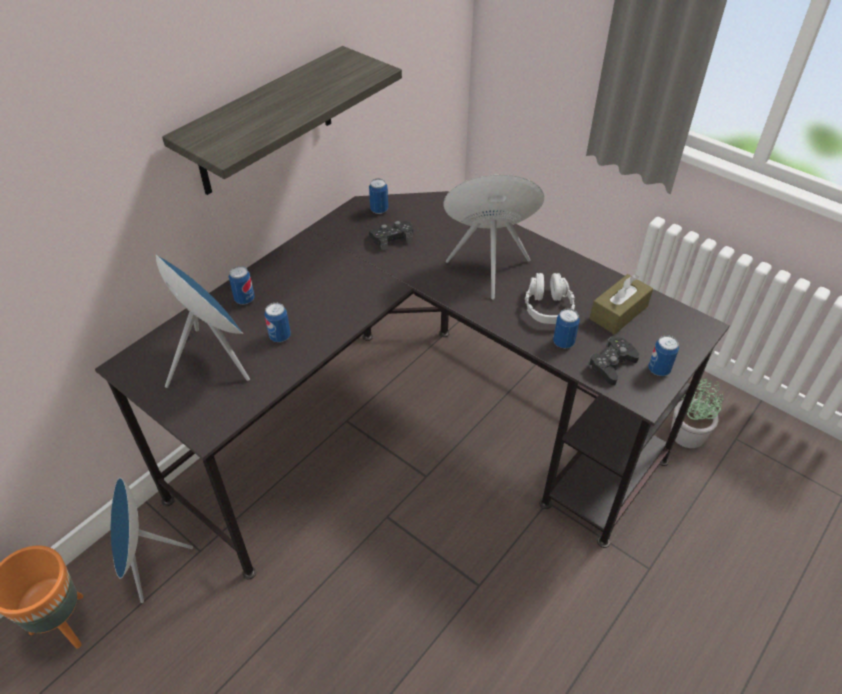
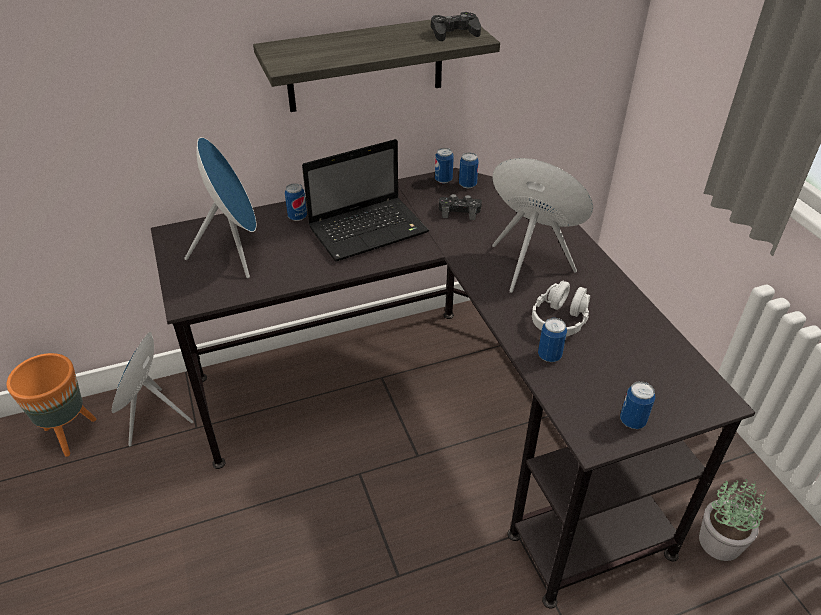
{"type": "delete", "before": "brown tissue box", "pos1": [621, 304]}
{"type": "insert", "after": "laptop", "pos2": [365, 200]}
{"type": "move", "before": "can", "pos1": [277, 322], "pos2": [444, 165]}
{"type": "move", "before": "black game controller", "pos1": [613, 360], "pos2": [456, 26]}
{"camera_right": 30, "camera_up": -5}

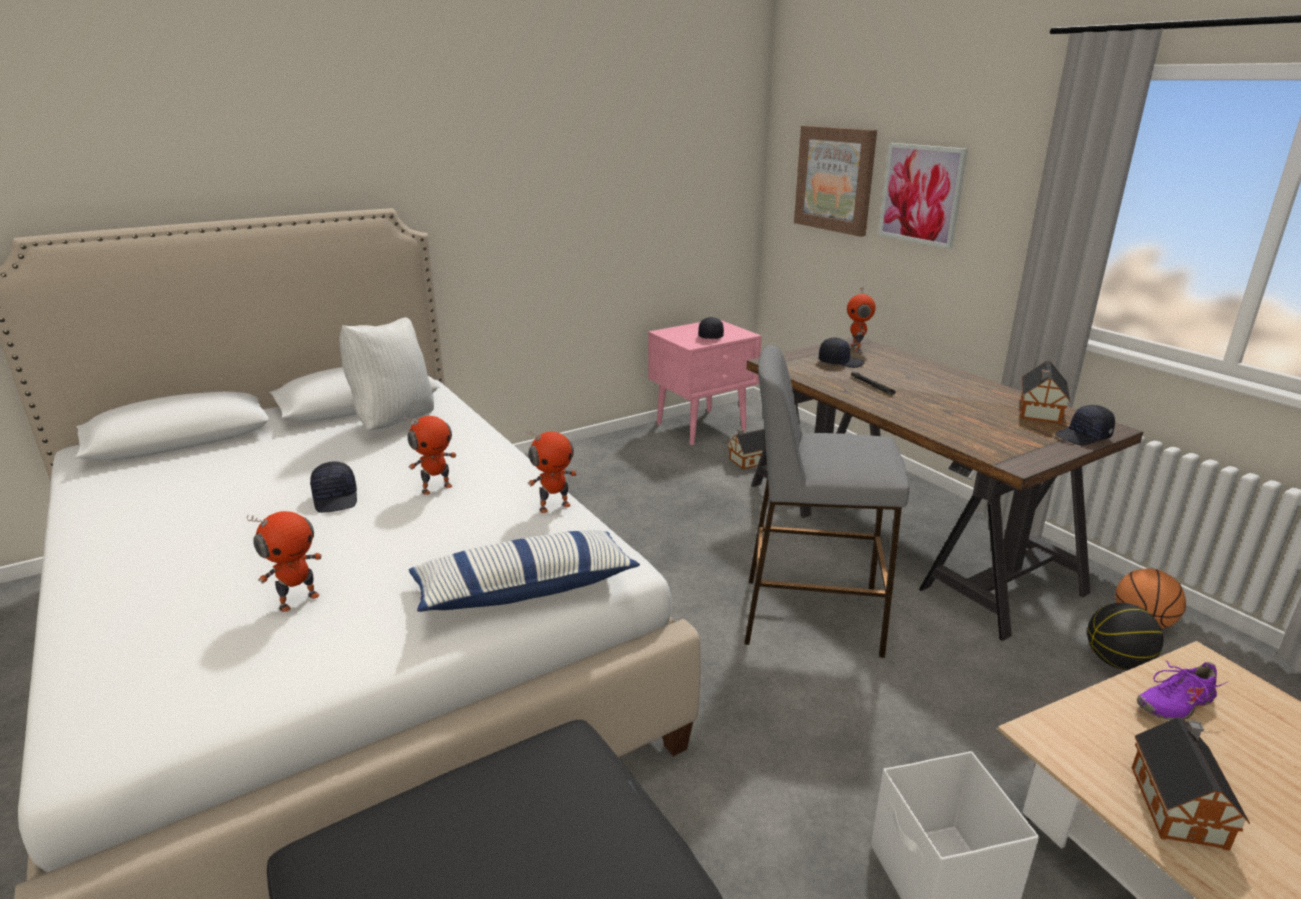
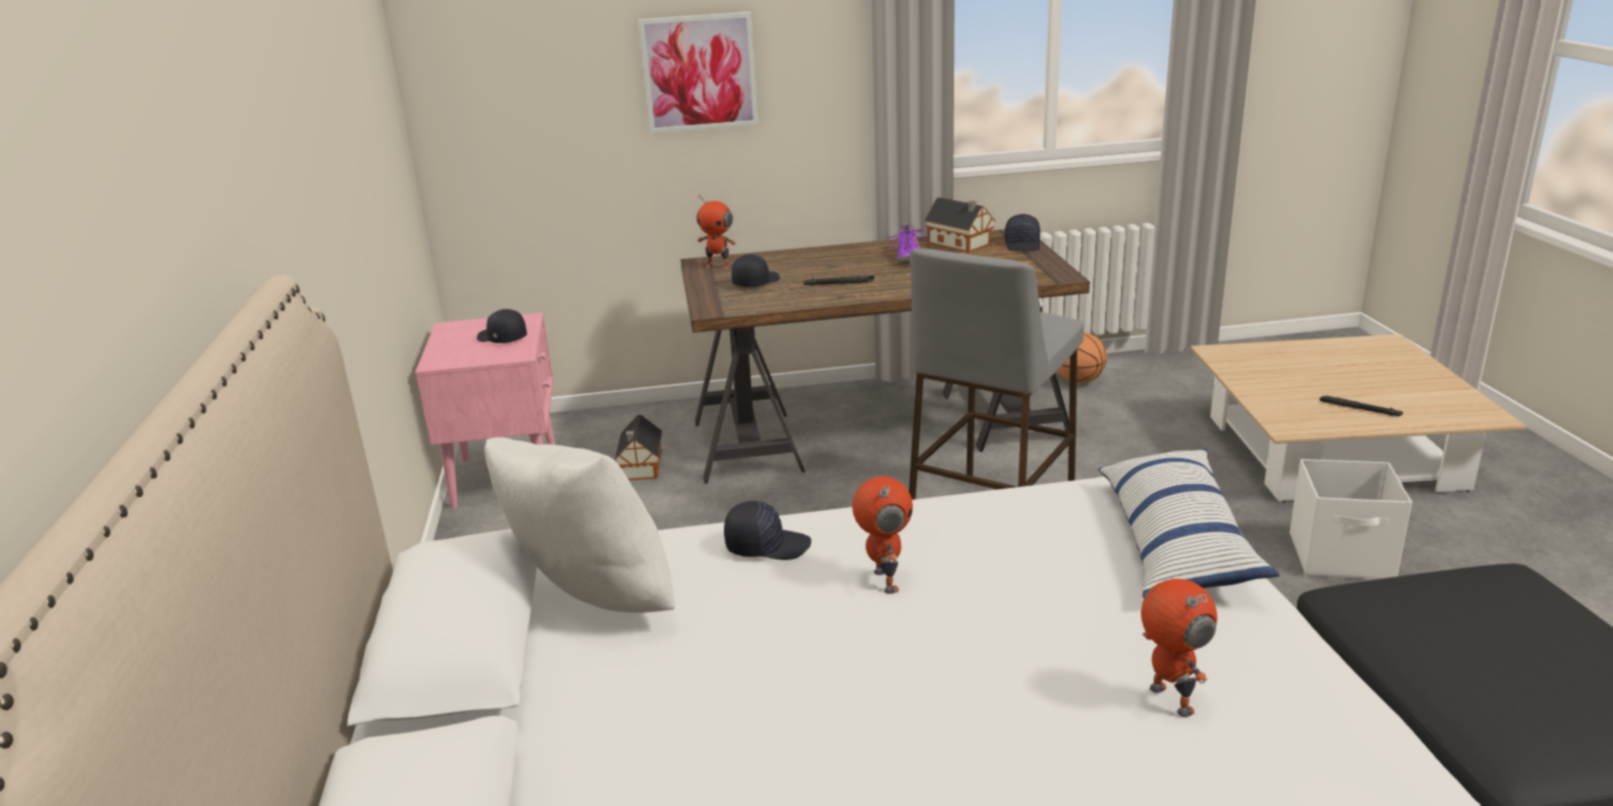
{"type": "delete", "before": "toy robot", "pos1": [552, 471]}
{"type": "delete", "before": "picture", "pos1": [835, 181]}
{"type": "delete", "before": "basketball", "pos1": [1125, 636]}
{"type": "move", "before": "black cap", "pos1": [333, 487], "pos2": [767, 530]}
{"type": "move", "before": "purple shoe", "pos1": [1181, 690], "pos2": [908, 243]}
{"type": "replace", "before": "toy house", "after": "black flashlight", "pos1": [1191, 784], "pos2": [1361, 406]}
{"camera_right": -65, "camera_up": 0}

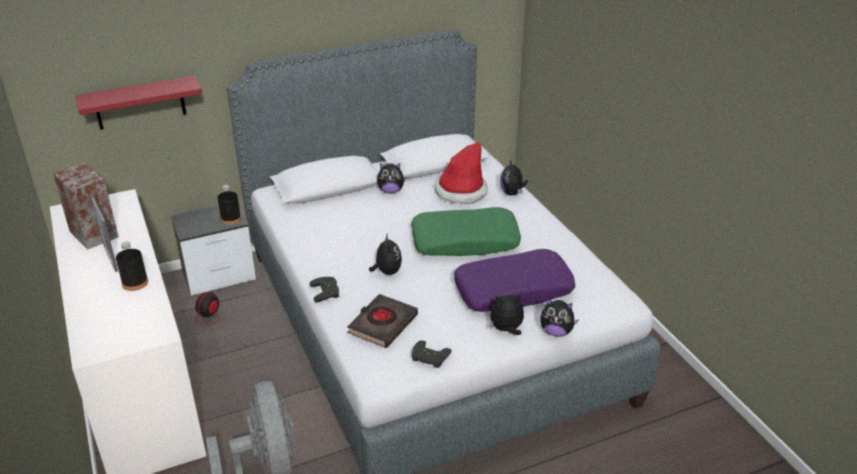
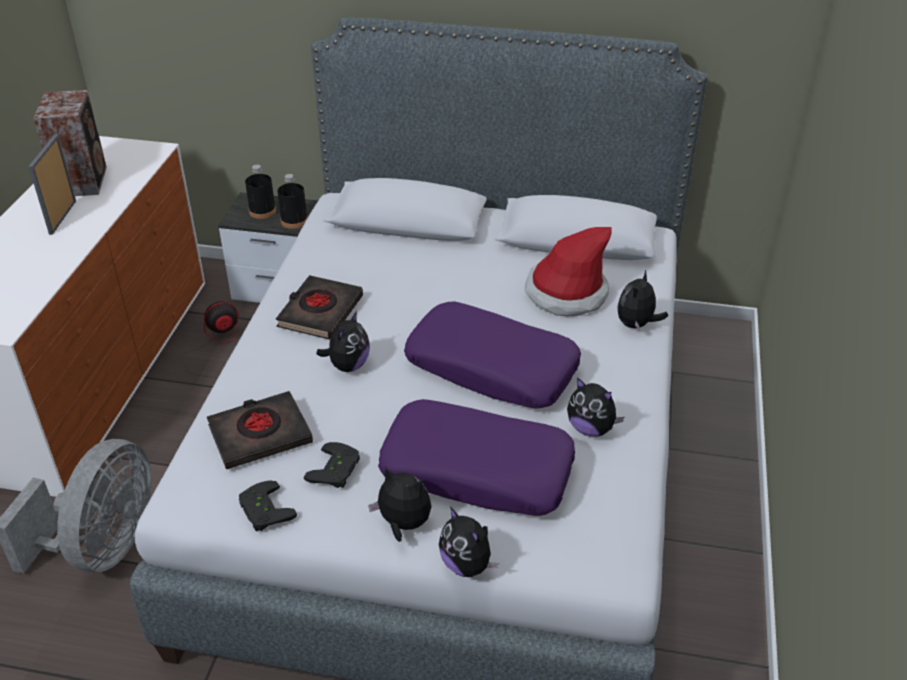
{"type": "delete", "before": "red shelf", "pos1": [139, 103]}
{"type": "insert", "after": "black book", "pos2": [319, 307]}
{"type": "move", "before": "black bottle", "pos1": [132, 266], "pos2": [260, 192]}
{"type": "move", "before": "black game controller", "pos1": [324, 289], "pos2": [332, 465]}
{"type": "move", "before": "plush toy", "pos1": [391, 178], "pos2": [595, 407]}
{"type": "recolor", "before": "green pillow", "after": "purple pillow", "pos1": [466, 231], "pos2": [492, 354]}
{"camera_right": 35, "camera_up": 5}

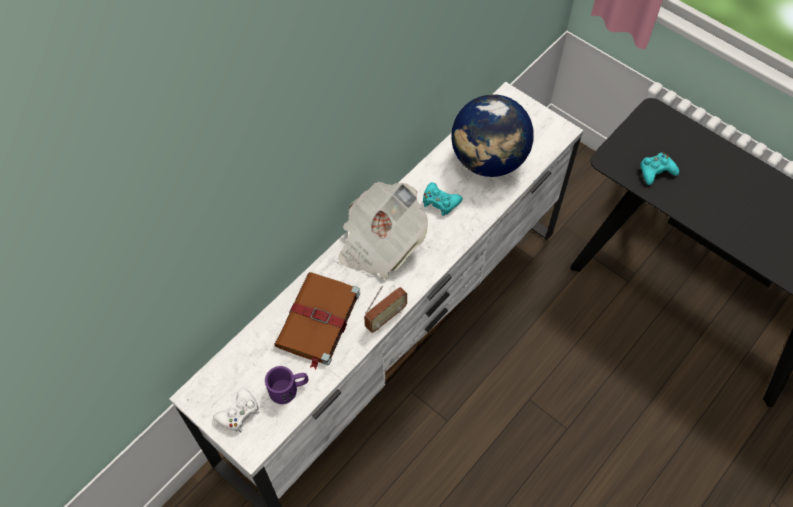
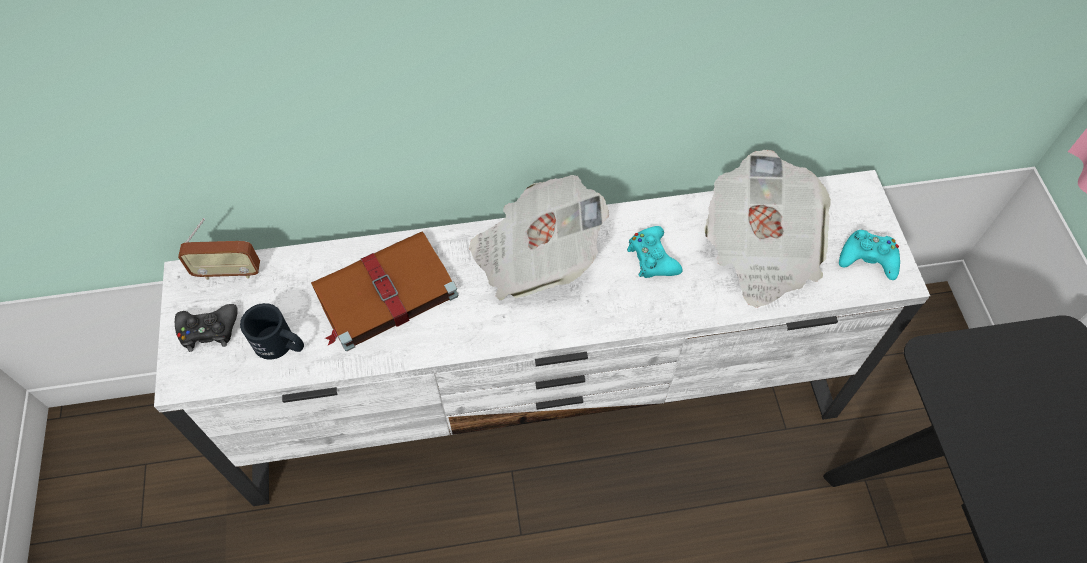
{"type": "move", "before": "radio", "pos1": [385, 309], "pos2": [219, 249]}
{"type": "move", "before": "turquoise game controller", "pos1": [659, 169], "pos2": [869, 255]}
{"type": "replace", "before": "globe", "after": "newspaper", "pos1": [492, 135], "pos2": [767, 229]}
{"type": "recolor", "before": "white game controller", "after": "black game controller", "pos1": [236, 409], "pos2": [206, 328]}
{"type": "recolor", "before": "purple mug", "after": "black mug", "pos1": [286, 385], "pos2": [272, 331]}
{"camera_right": 40, "camera_up": 0}

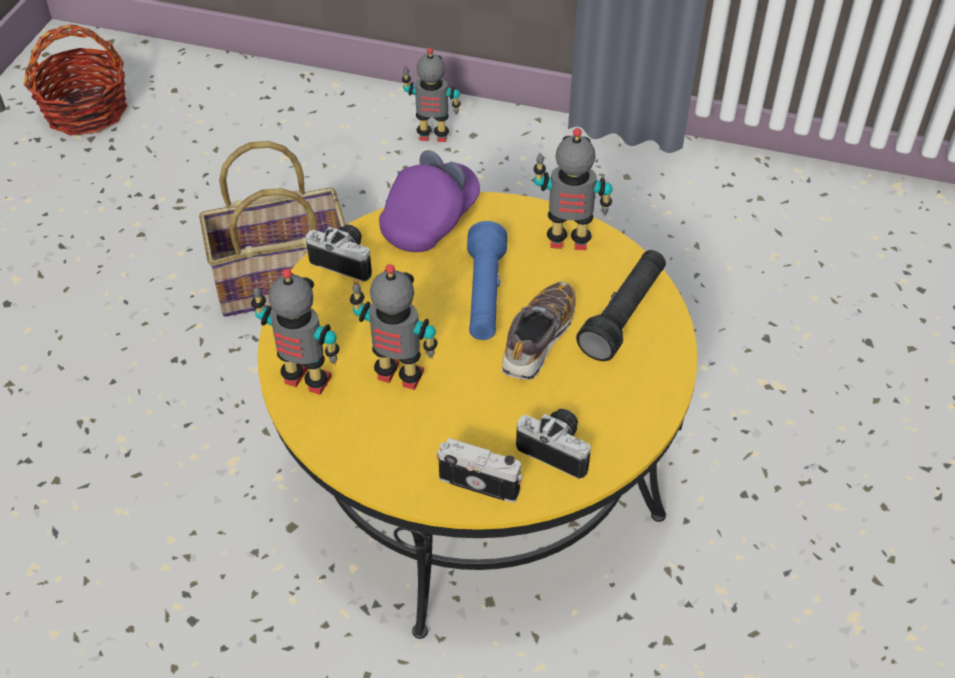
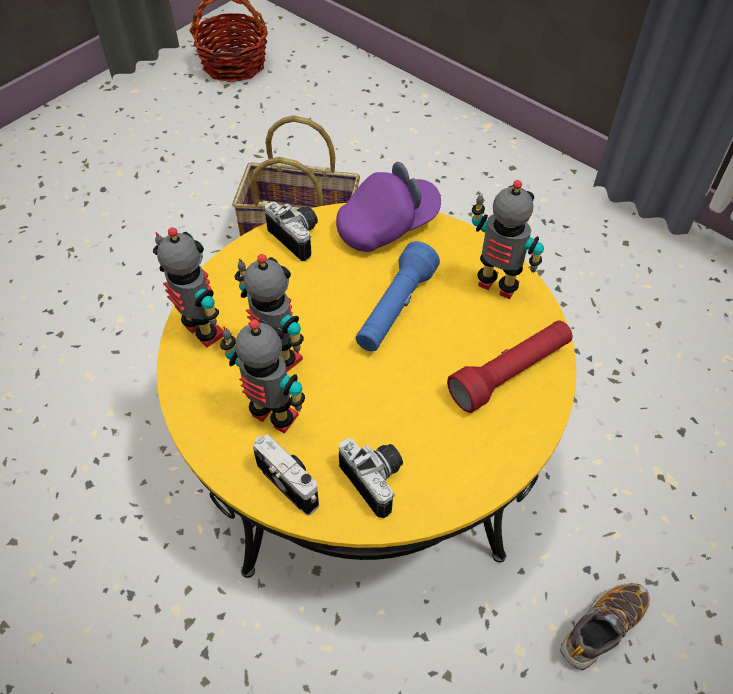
{"type": "move", "before": "toy robot", "pos1": [431, 95], "pos2": [262, 376]}
{"type": "move", "before": "shoe", "pos1": [539, 331], "pos2": [604, 626]}
{"type": "recolor", "before": "black flashlight", "after": "red flashlight", "pos1": [621, 305], "pos2": [509, 366]}
{"camera_right": 25, "camera_up": 5}

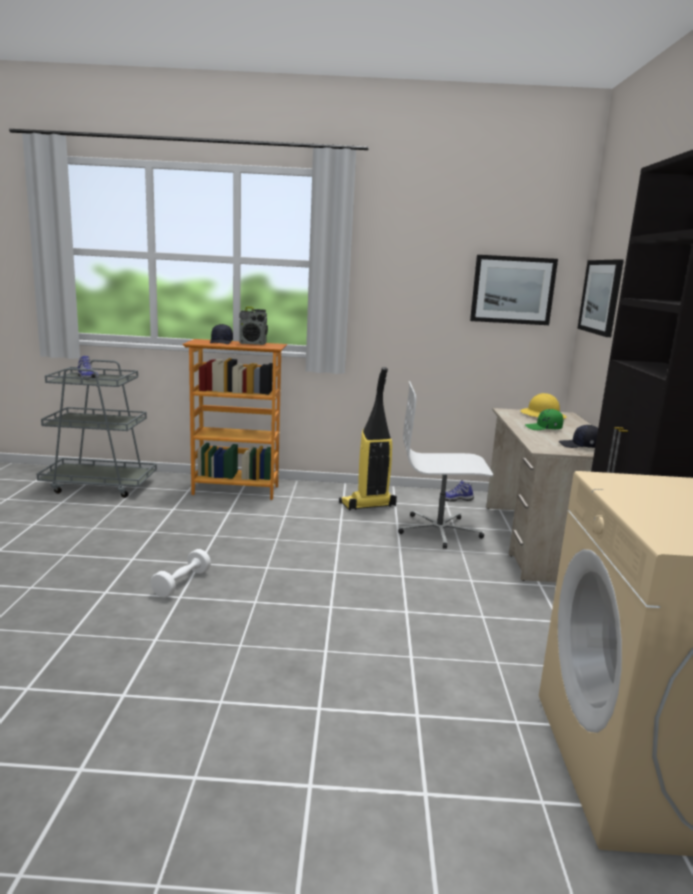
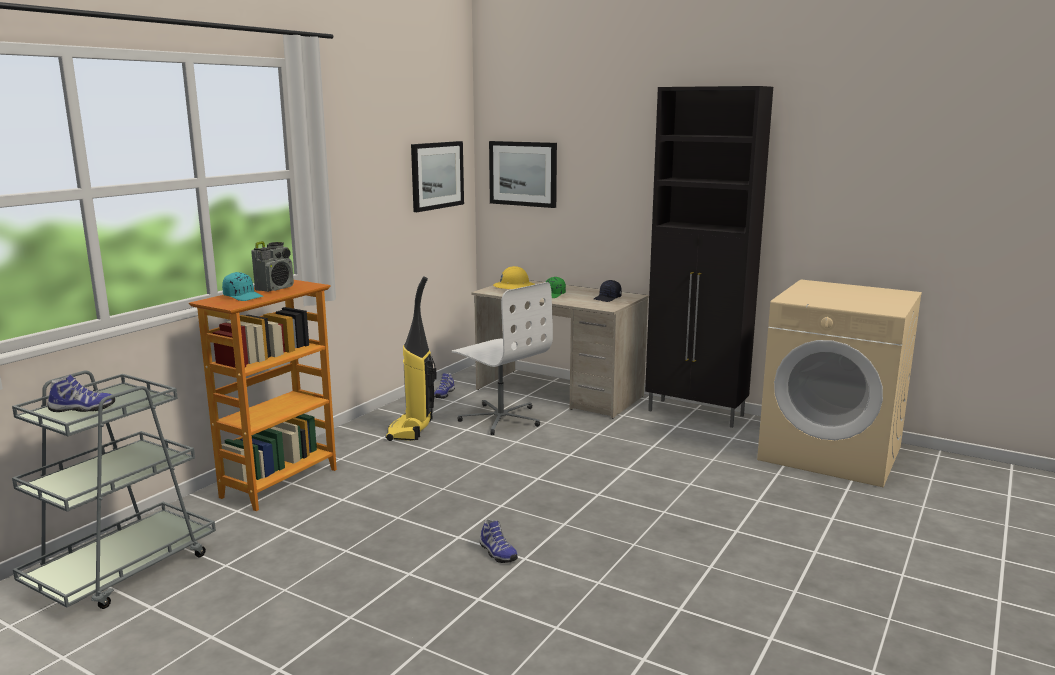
{"type": "replace", "before": "white dumbbell", "after": "shoe", "pos1": [181, 573], "pos2": [499, 541]}
{"type": "recolor", "before": "black cap", "after": "turquoise cap", "pos1": [221, 334], "pos2": [242, 286]}
{"type": "rotate", "before": "white office chair", "pos1": [445, 465], "pos2": [502, 358], "turn": -75}
{"camera_right": -60, "camera_up": 0}

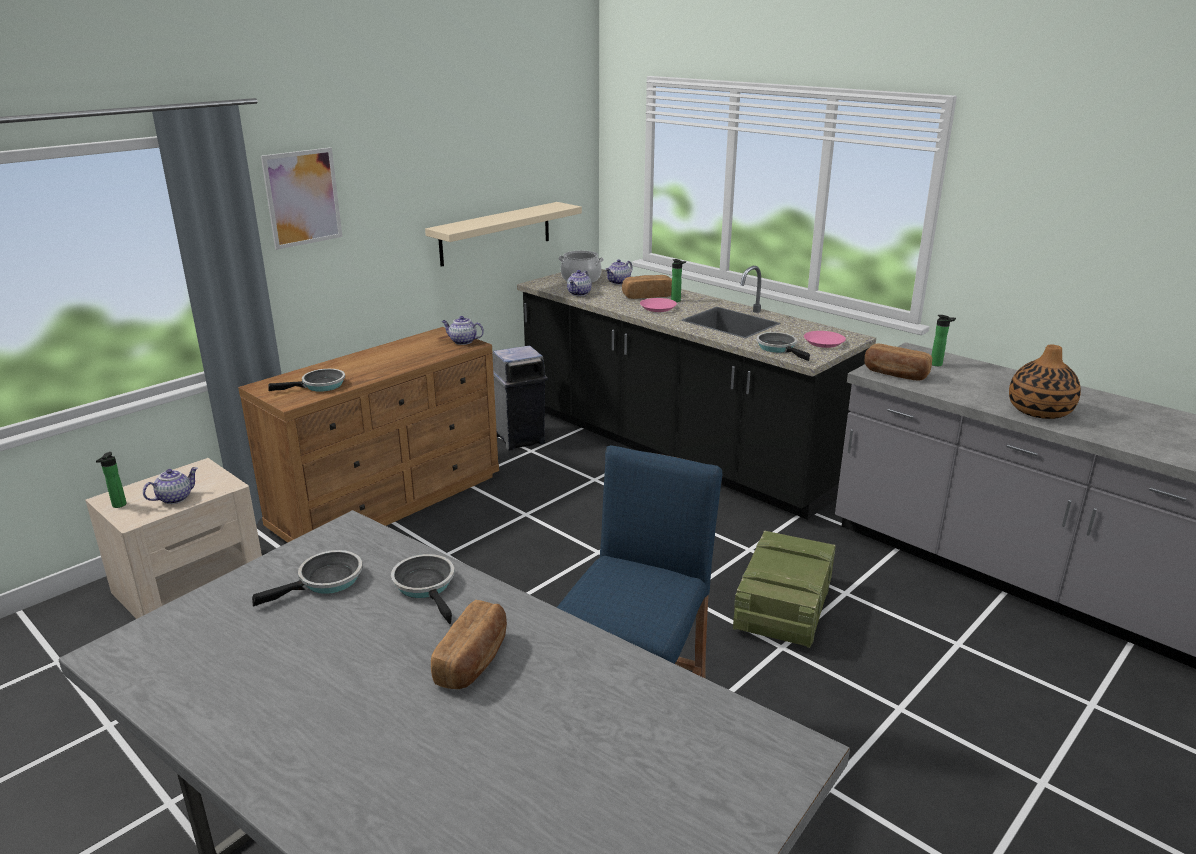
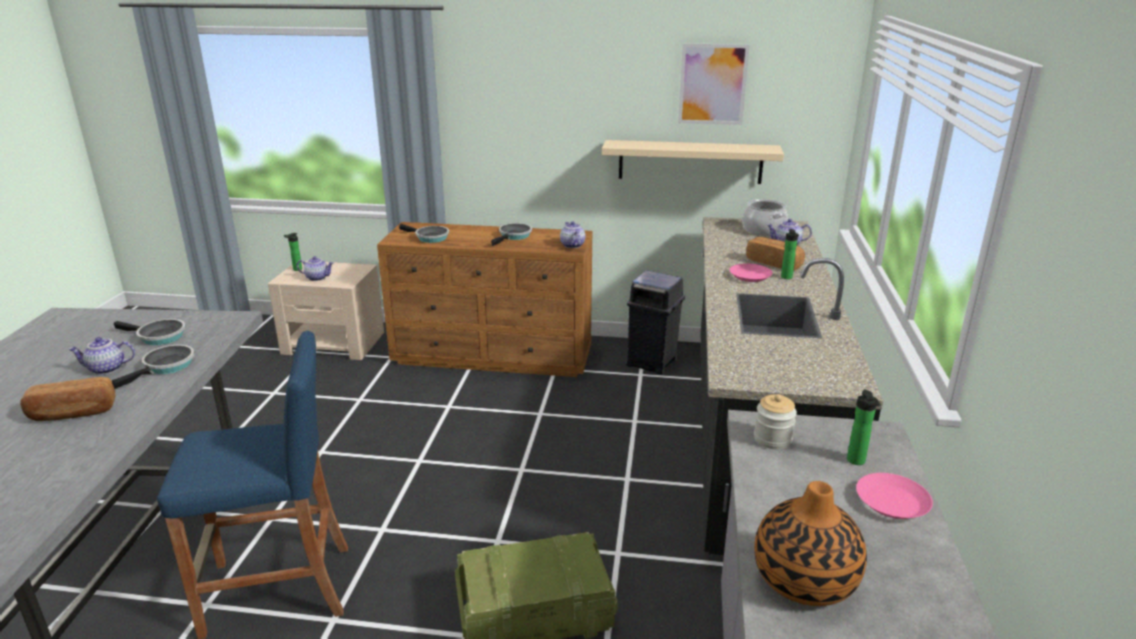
{"type": "move", "before": "picture", "pos1": [302, 198], "pos2": [714, 84]}
{"type": "move", "before": "teapot", "pos1": [579, 283], "pos2": [101, 356]}
{"type": "move", "before": "frying pan", "pos1": [783, 346], "pos2": [511, 234]}
{"type": "move", "before": "pink plate", "pos1": [825, 339], "pos2": [894, 496]}
{"type": "replace", "before": "bread", "after": "jar", "pos1": [898, 362], "pos2": [775, 421]}
{"camera_right": 55, "camera_up": 0}

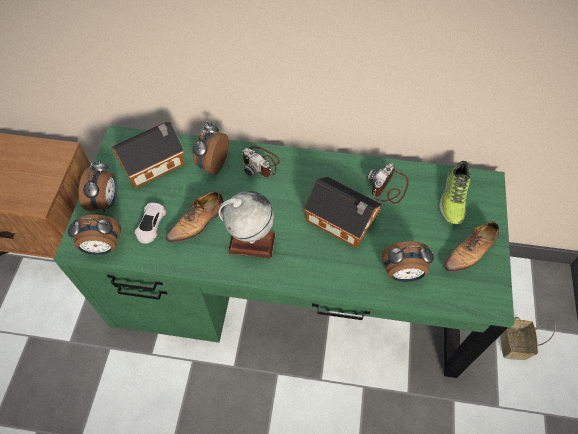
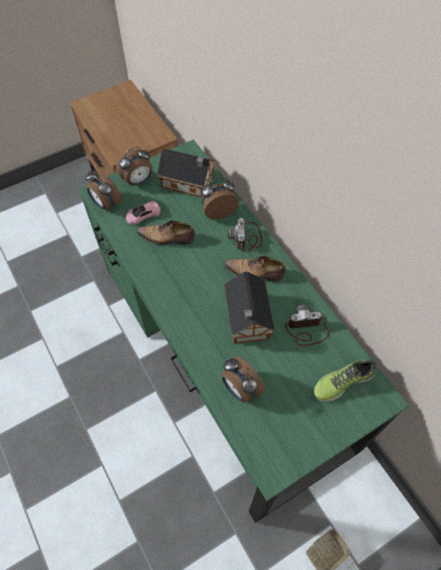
{"type": "delete", "before": "globe", "pos1": [247, 225]}
{"type": "move", "before": "shoe", "pos1": [471, 246], "pos2": [255, 269]}
{"type": "recolor", "before": "white toy car", "after": "pink toy car", "pos1": [150, 223], "pos2": [143, 213]}
{"camera_right": 50, "camera_up": 0}

